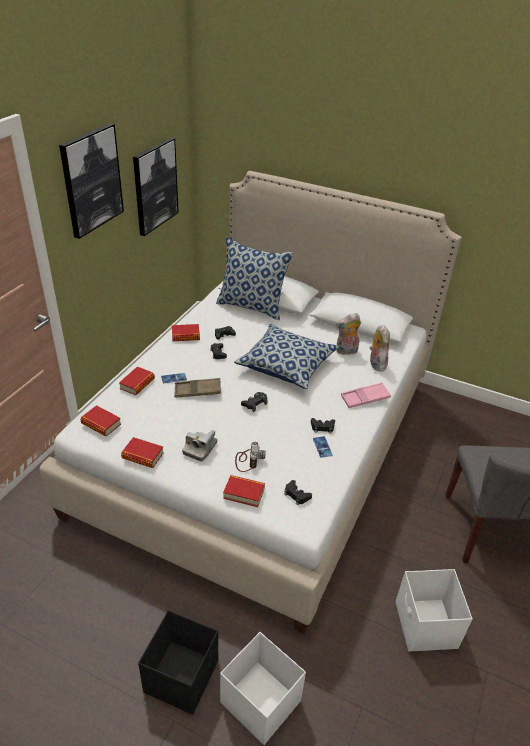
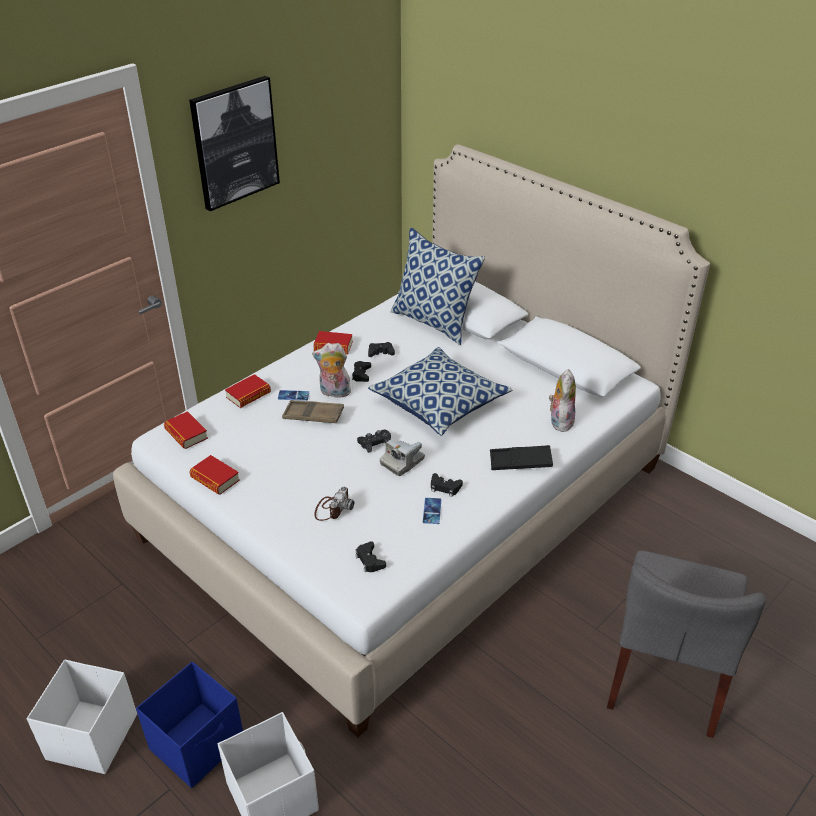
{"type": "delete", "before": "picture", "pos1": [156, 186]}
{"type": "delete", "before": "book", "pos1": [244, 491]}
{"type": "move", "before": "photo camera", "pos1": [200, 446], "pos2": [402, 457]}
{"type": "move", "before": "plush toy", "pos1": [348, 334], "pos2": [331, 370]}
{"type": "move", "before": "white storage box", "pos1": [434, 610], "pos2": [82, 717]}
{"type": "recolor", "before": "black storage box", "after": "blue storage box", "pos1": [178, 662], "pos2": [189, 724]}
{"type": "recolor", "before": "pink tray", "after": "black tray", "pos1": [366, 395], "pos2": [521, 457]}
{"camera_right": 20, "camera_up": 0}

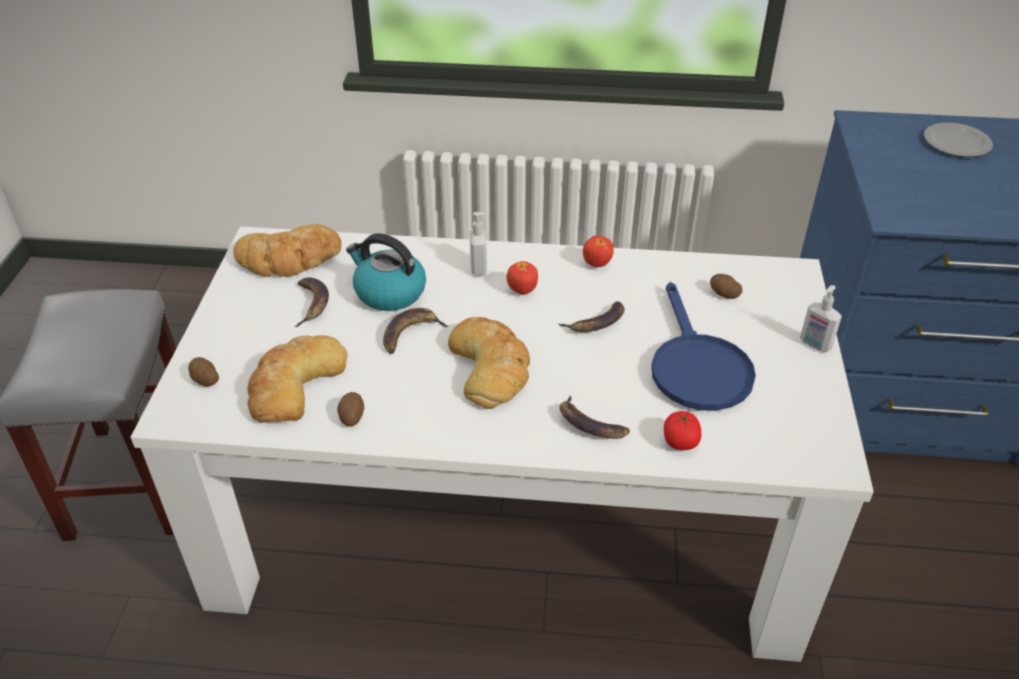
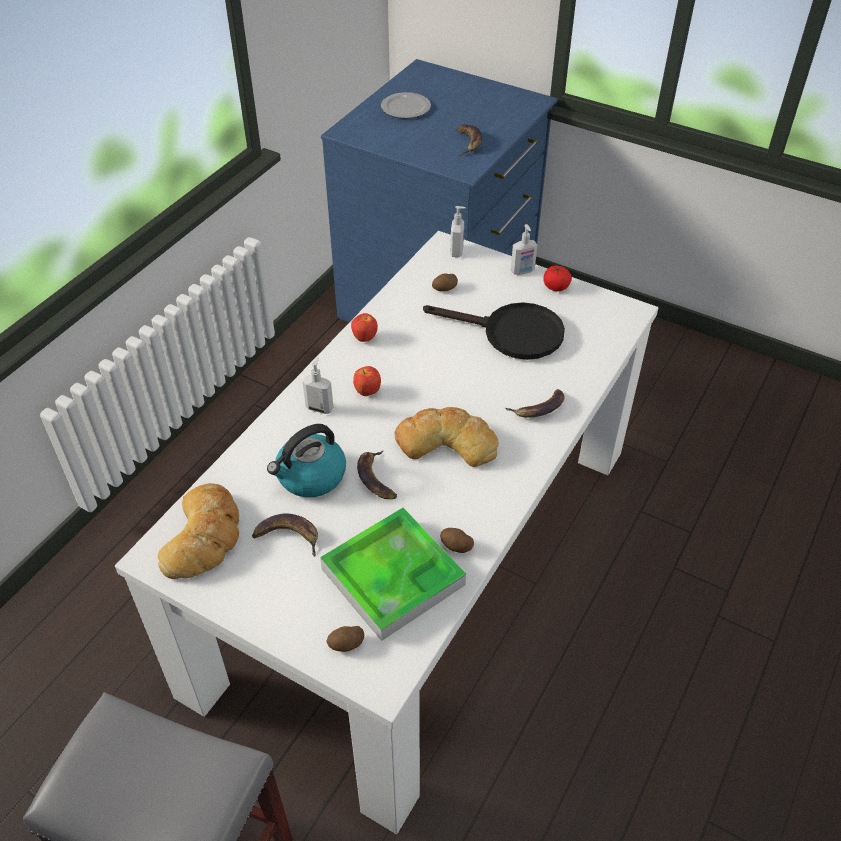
{"type": "insert", "after": "soap dispenser", "pos2": [458, 231]}
{"type": "move", "before": "banana", "pos1": [592, 316], "pos2": [469, 140]}
{"type": "move", "before": "tomato", "pos1": [682, 430], "pos2": [557, 278]}
{"type": "replace", "before": "bread", "after": "tray", "pos1": [297, 379], "pos2": [393, 574]}
{"type": "recolor", "before": "blue frying pan", "after": "black frying pan", "pos1": [703, 346], "pos2": [494, 331]}
{"camera_right": -65, "camera_up": 5}

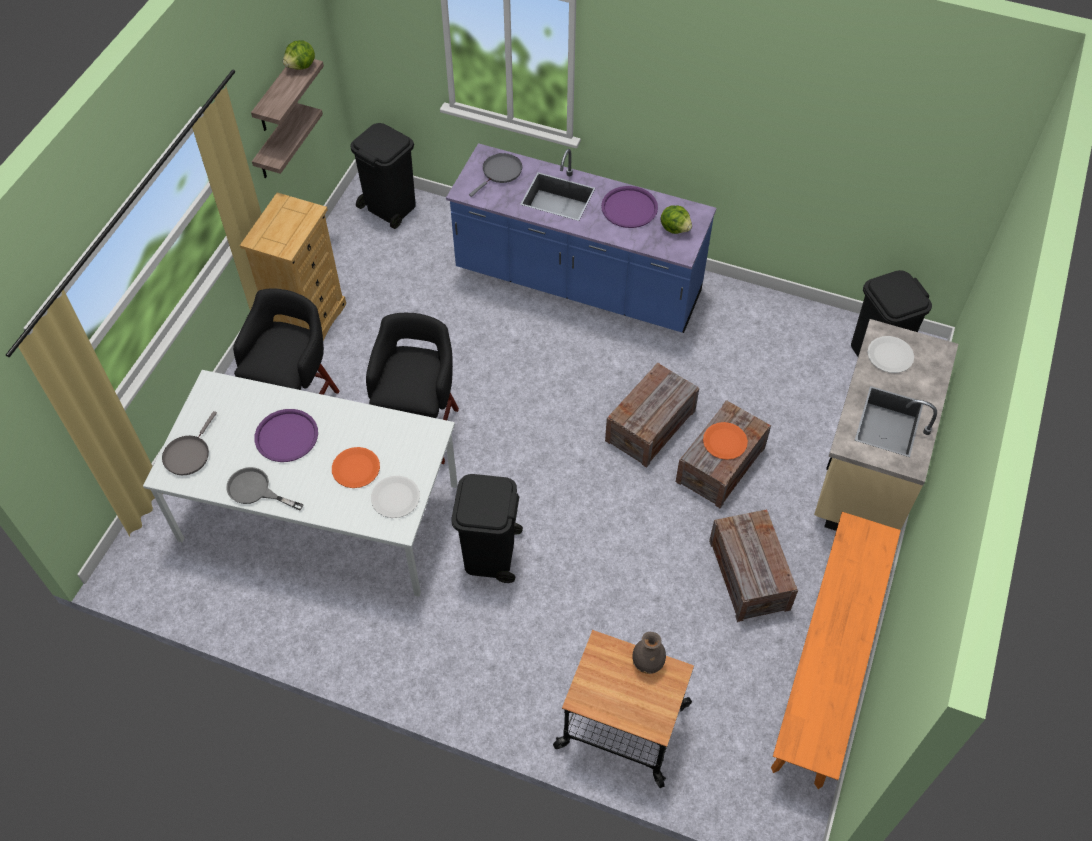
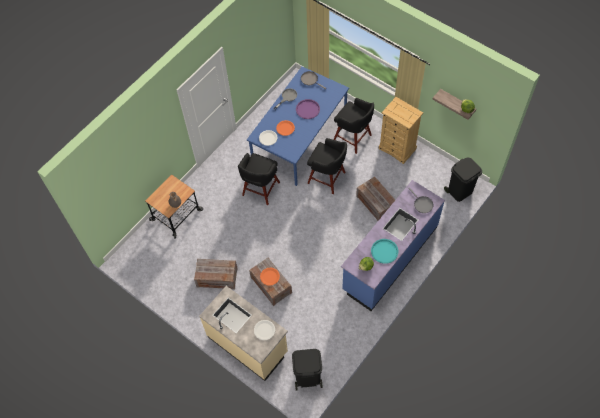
{"type": "delete", "before": "shelf", "pos1": [287, 140]}
{"type": "delete", "before": "orange bench", "pos1": [836, 650]}
{"type": "move", "before": "crate", "pos1": [652, 415], "pos2": [375, 198]}
{"type": "replace", "before": "black trash can", "after": "black stool", "pos1": [487, 528], "pos2": [259, 179]}
{"type": "recolor", "before": "white dining table", "after": "blue dining table", "pos1": [300, 483], "pos2": [298, 126]}
{"type": "recolor", "before": "purple tray", "after": "turquoise tray", "pos1": [629, 207], "pos2": [384, 251]}
{"camera_right": 110, "camera_up": 5}

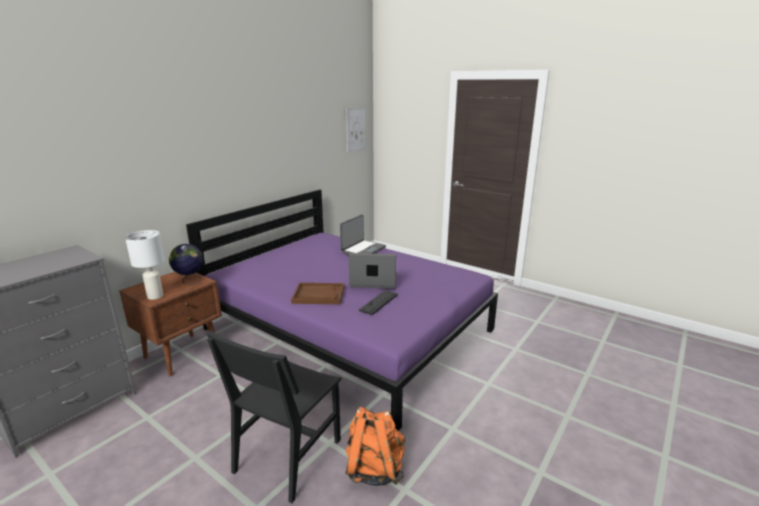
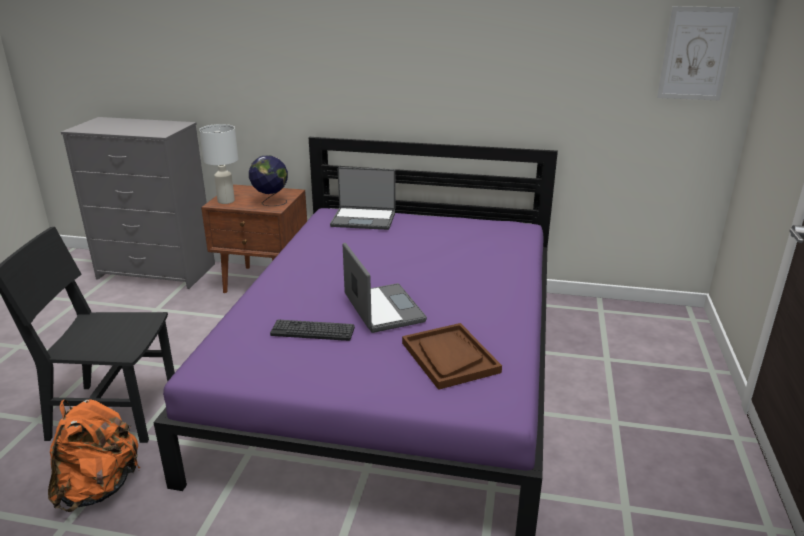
{"type": "move", "before": "brown tray", "pos1": [317, 293], "pos2": [452, 356]}
{"type": "move", "before": "laptop", "pos1": [363, 235], "pos2": [363, 198]}
{"camera_right": 65, "camera_up": 5}

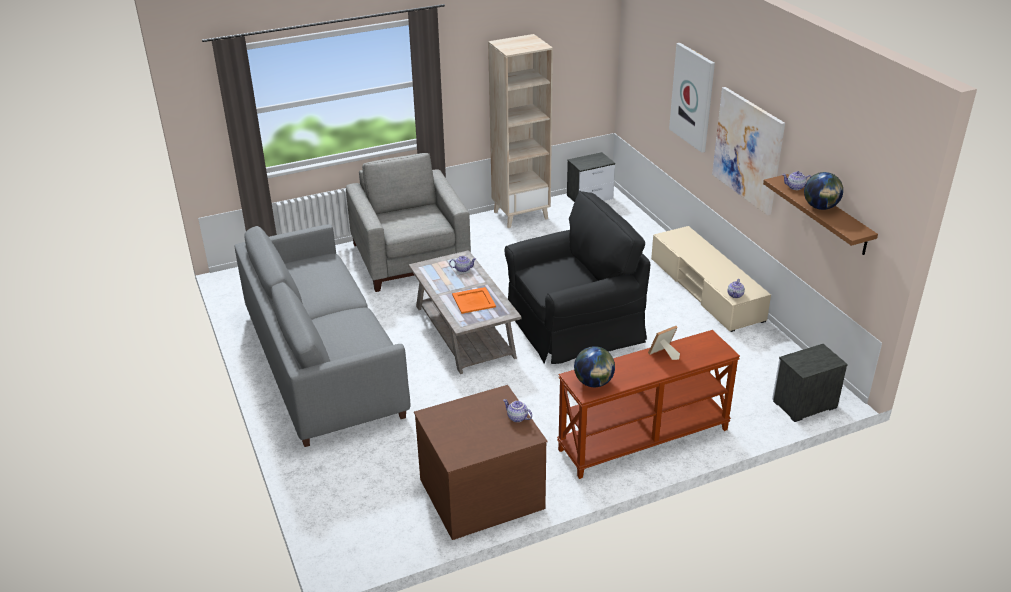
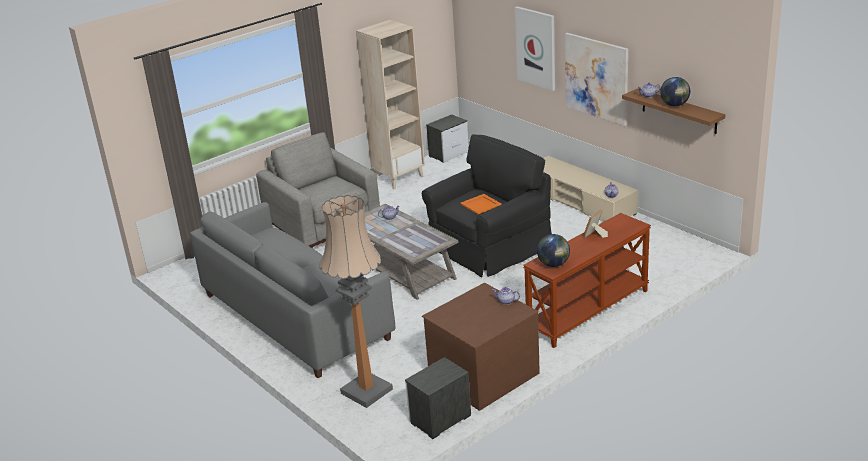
{"type": "insert", "after": "floor lamp", "pos2": [356, 301]}
{"type": "move", "before": "orange tray", "pos1": [474, 300], "pos2": [481, 204]}
{"type": "move", "before": "nightstand", "pos1": [810, 383], "pos2": [438, 398]}
{"camera_right": -15, "camera_up": -5}

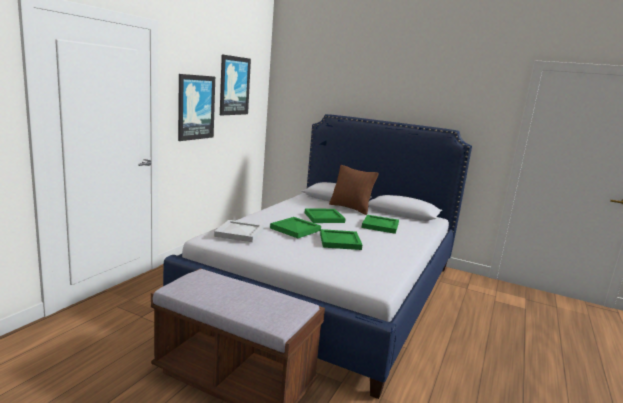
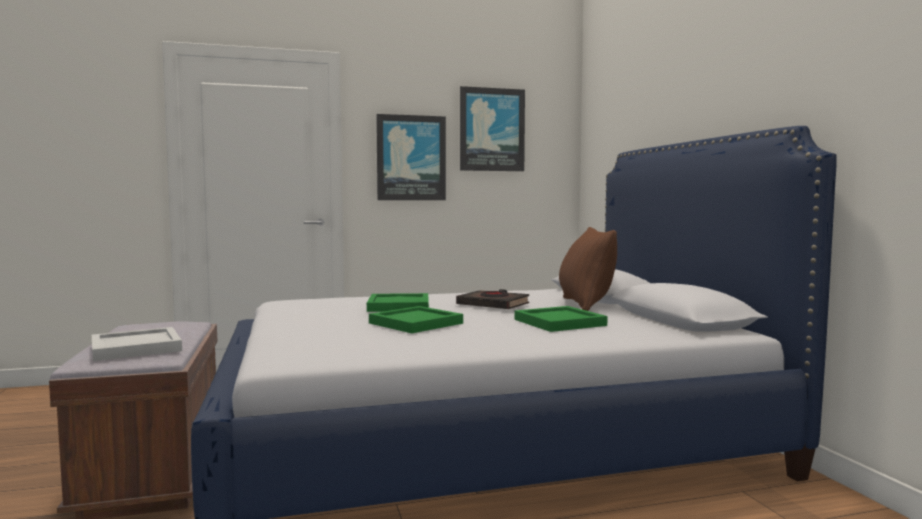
{"type": "move", "before": "white tray", "pos1": [239, 231], "pos2": [137, 344]}
{"type": "replace", "before": "green tray", "after": "black book", "pos1": [325, 216], "pos2": [492, 299]}
{"camera_right": 50, "camera_up": -10}

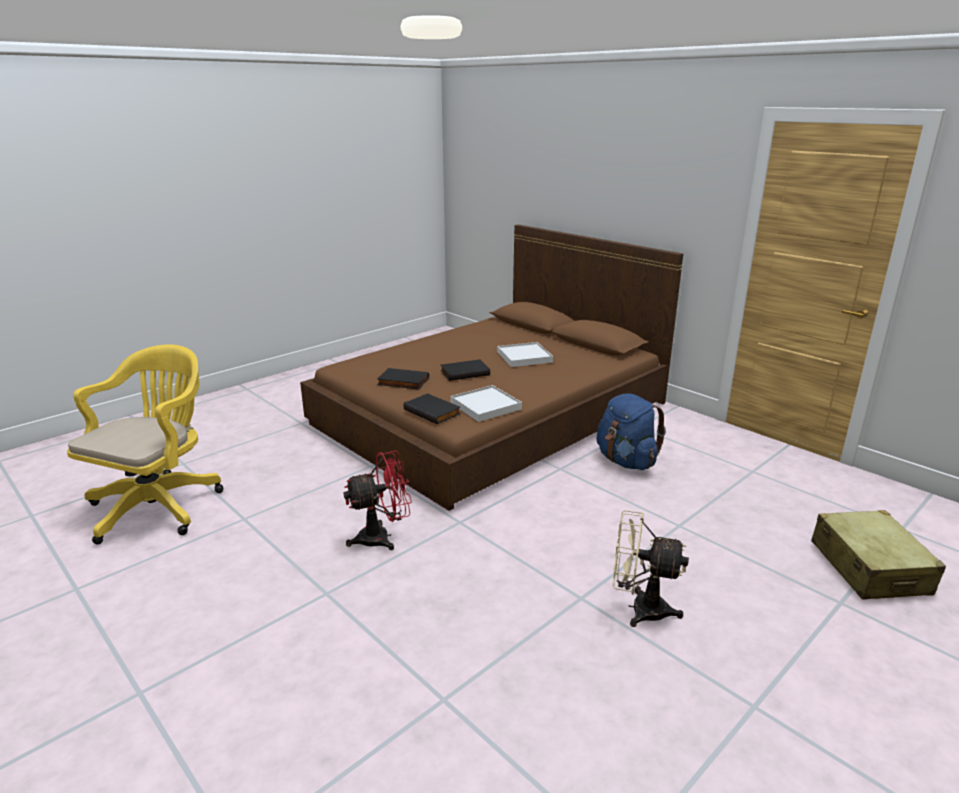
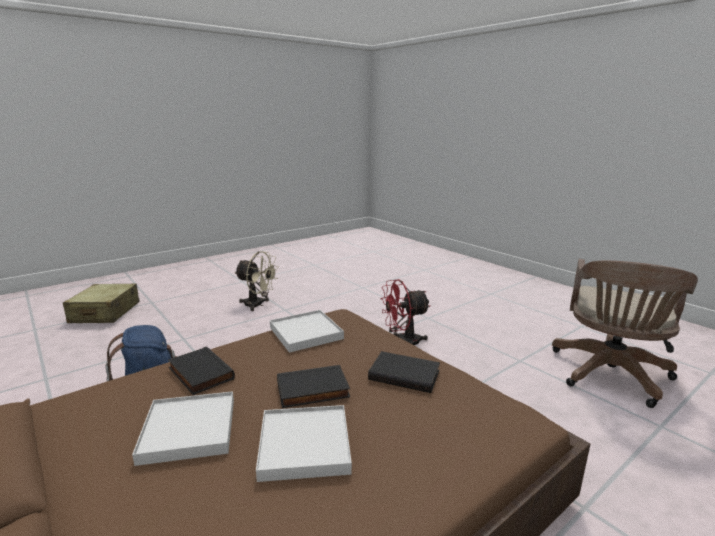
{"type": "insert", "after": "white tray", "pos2": [304, 443]}
{"type": "move", "before": "black book", "pos1": [432, 408], "pos2": [201, 370]}
{"type": "recolor", "before": "yellow office chair", "after": "brown office chair", "pos1": [145, 444], "pos2": [625, 333]}
{"camera_right": -175, "camera_up": -5}

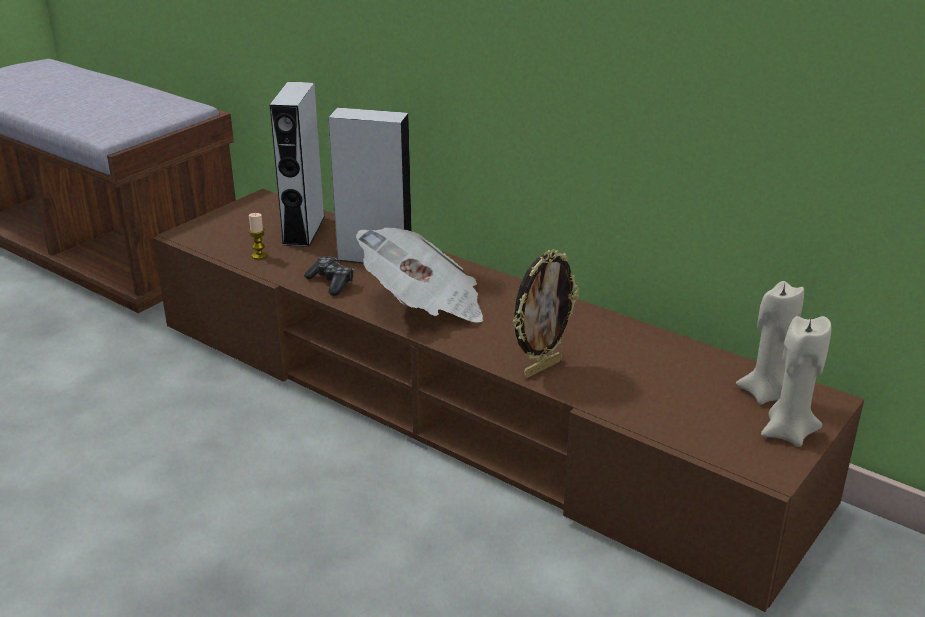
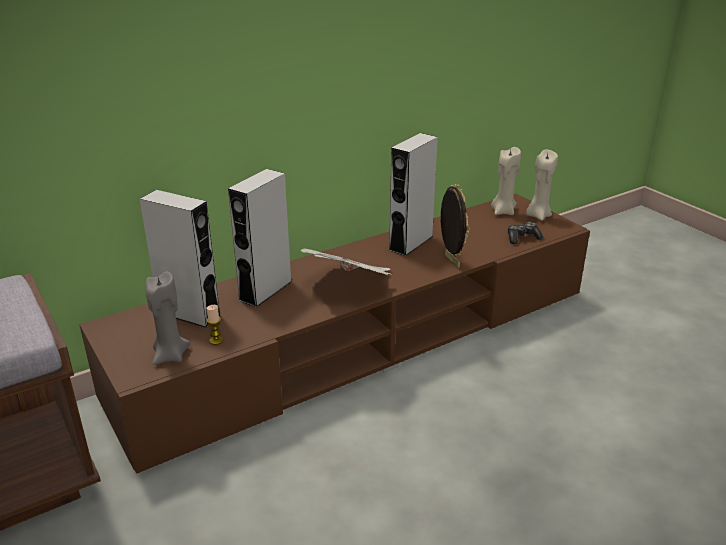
{"type": "insert", "after": "grey candle", "pos2": [168, 318]}
{"type": "insert", "after": "grey speaker", "pos2": [413, 194]}
{"type": "move", "before": "game controller", "pos1": [329, 275], "pos2": [525, 233]}
{"camera_right": -70, "camera_up": 0}

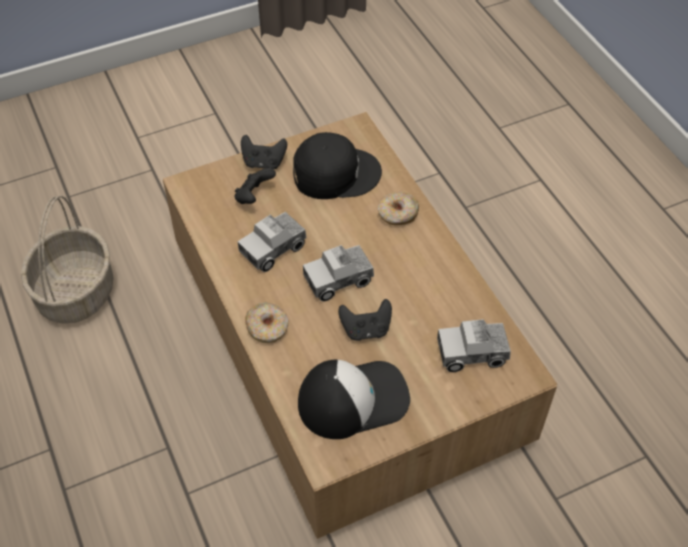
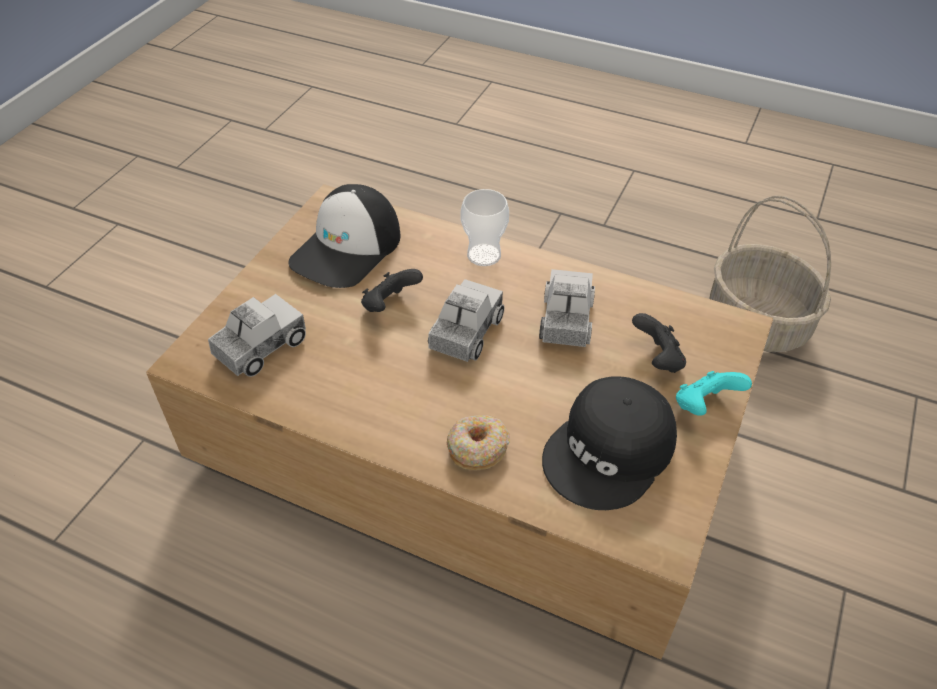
{"type": "replace", "before": "donut", "after": "cup", "pos1": [266, 323], "pos2": [484, 227]}
{"type": "recolor", "before": "black game controller", "after": "turquoise game controller", "pos1": [264, 152], "pos2": [714, 393]}
{"camera_right": 140, "camera_up": -5}

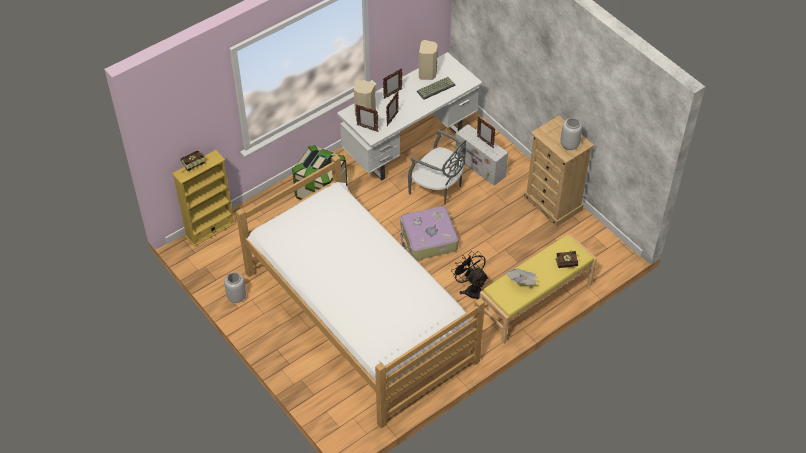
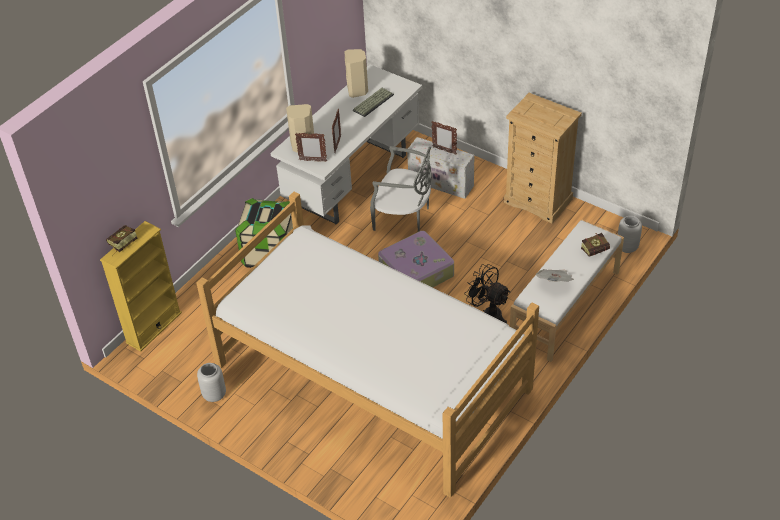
{"type": "delete", "before": "picture frame", "pos1": [392, 83]}
{"type": "move", "before": "grey vase", "pos1": [571, 134], "pos2": [630, 234]}
{"type": "recolor", "before": "yellow bench", "after": "white bench", "pos1": [538, 289], "pos2": [567, 291]}
{"camera_right": -15, "camera_up": -5}

